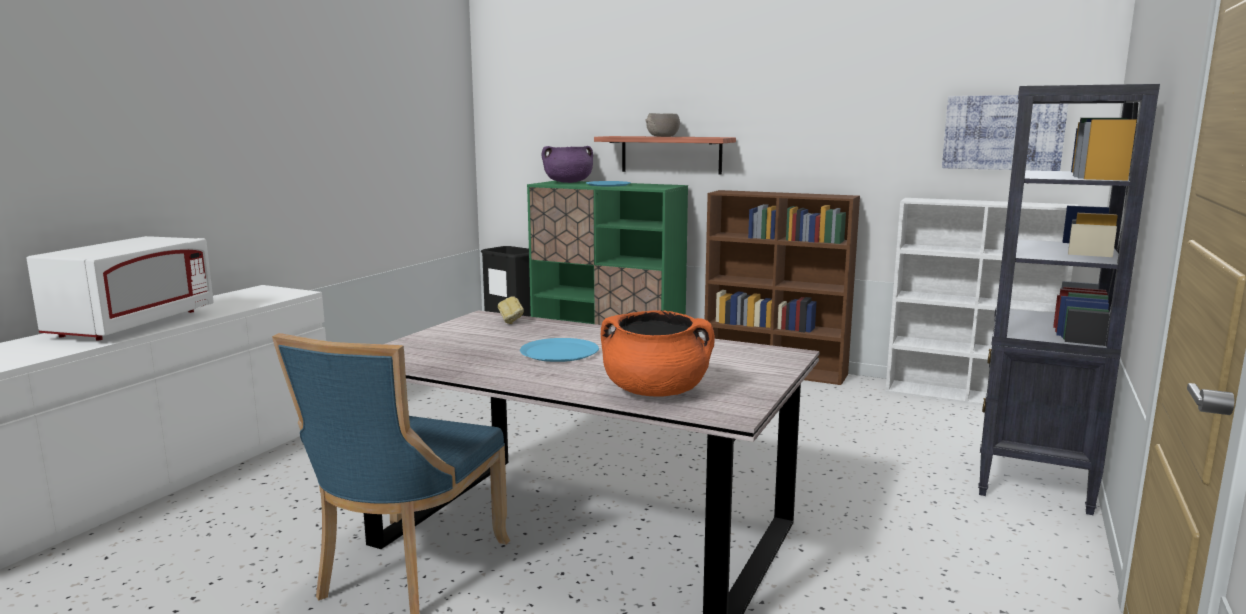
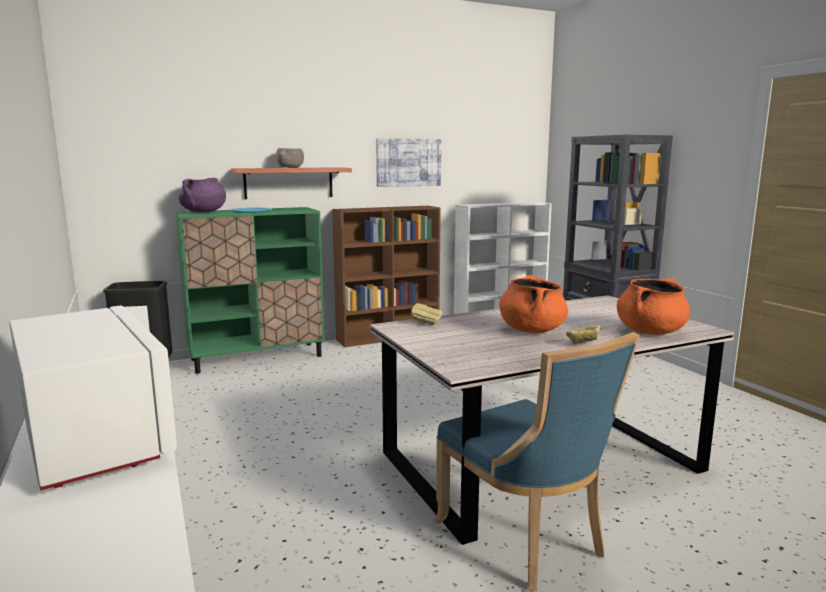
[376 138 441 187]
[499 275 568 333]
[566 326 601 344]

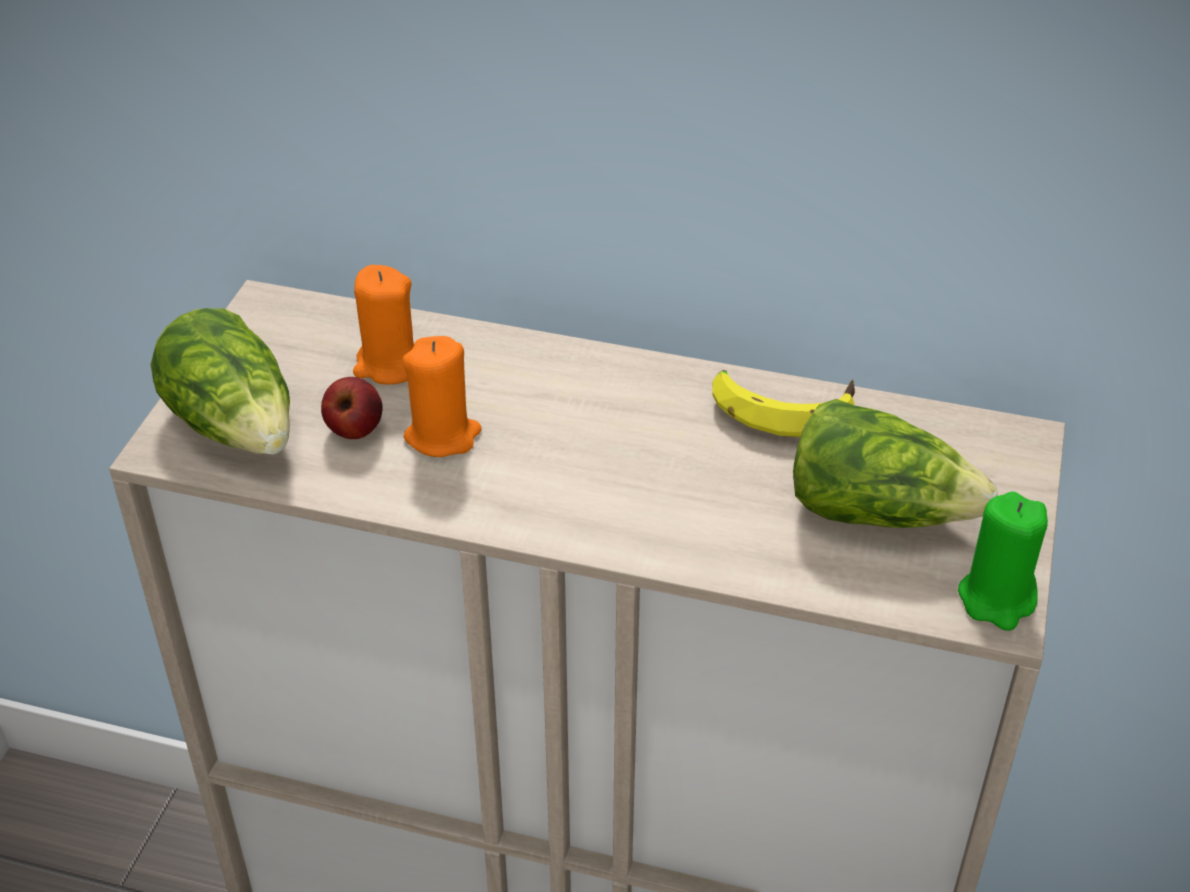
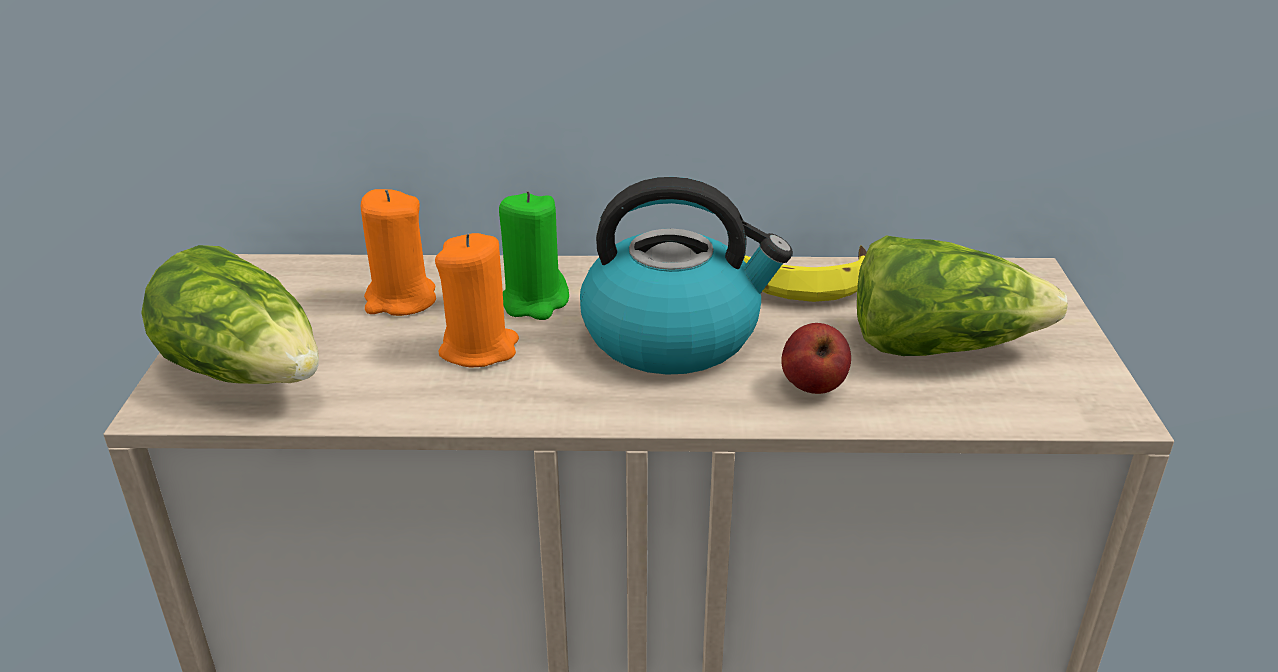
[499 191 569 320]
[580 177 793 375]
[781 323 851 394]

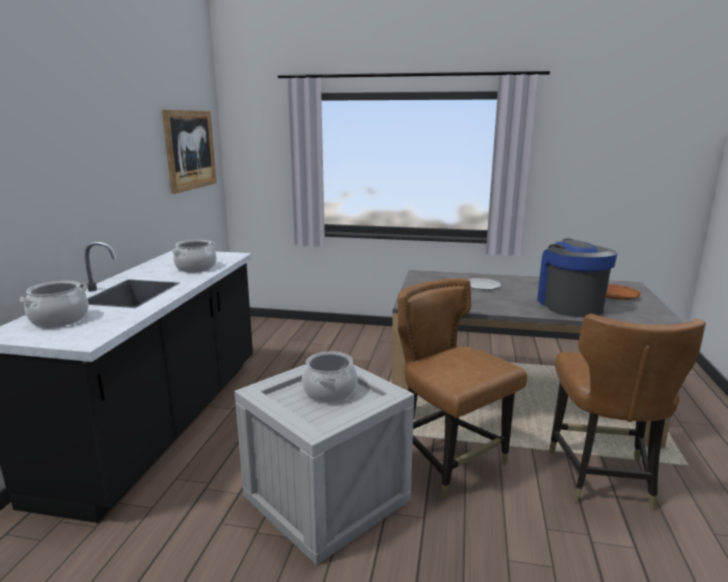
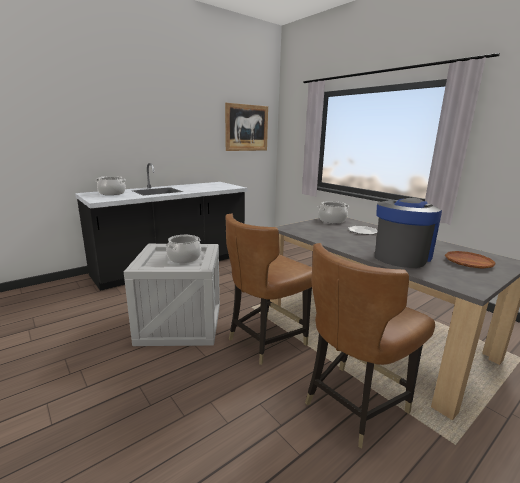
[225 213 312 365]
[318 201 349 223]

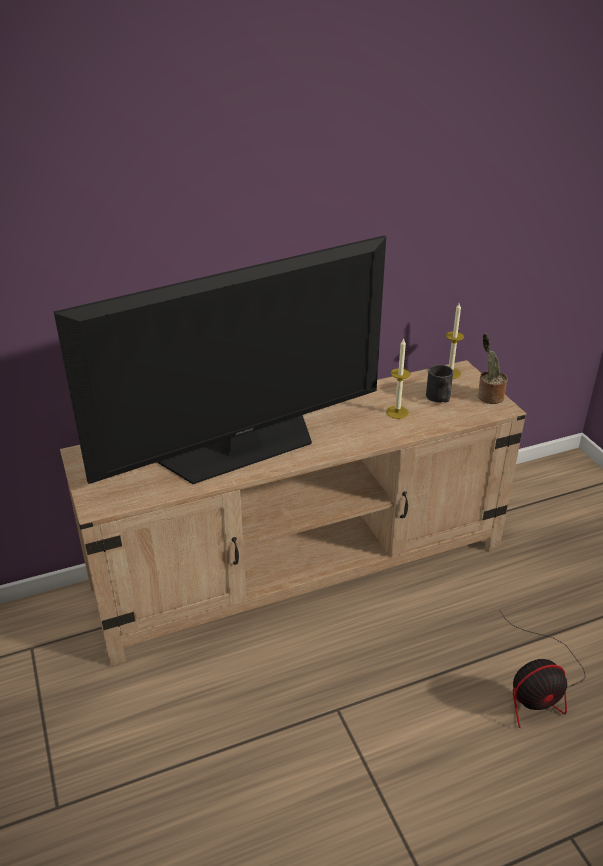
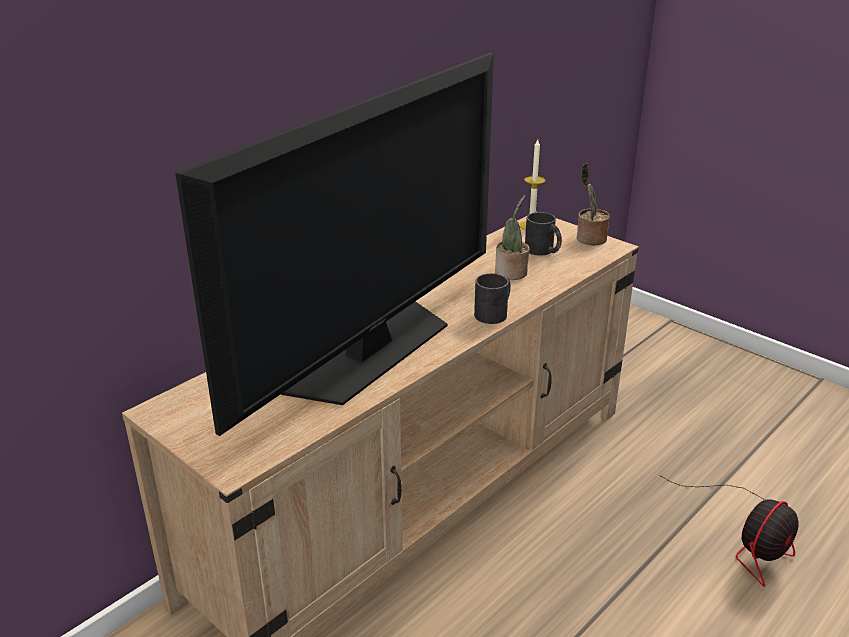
[474 273 511 324]
[495 195 530 280]

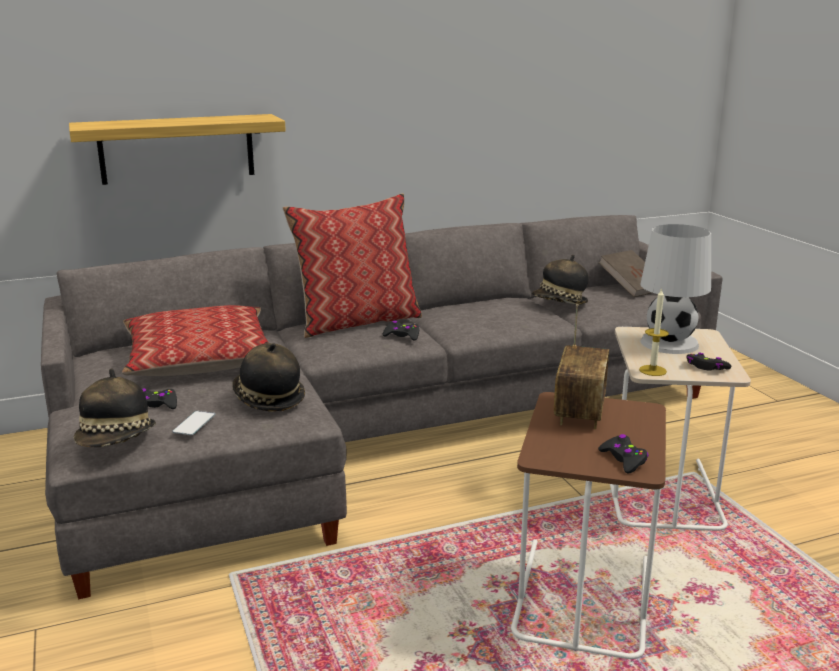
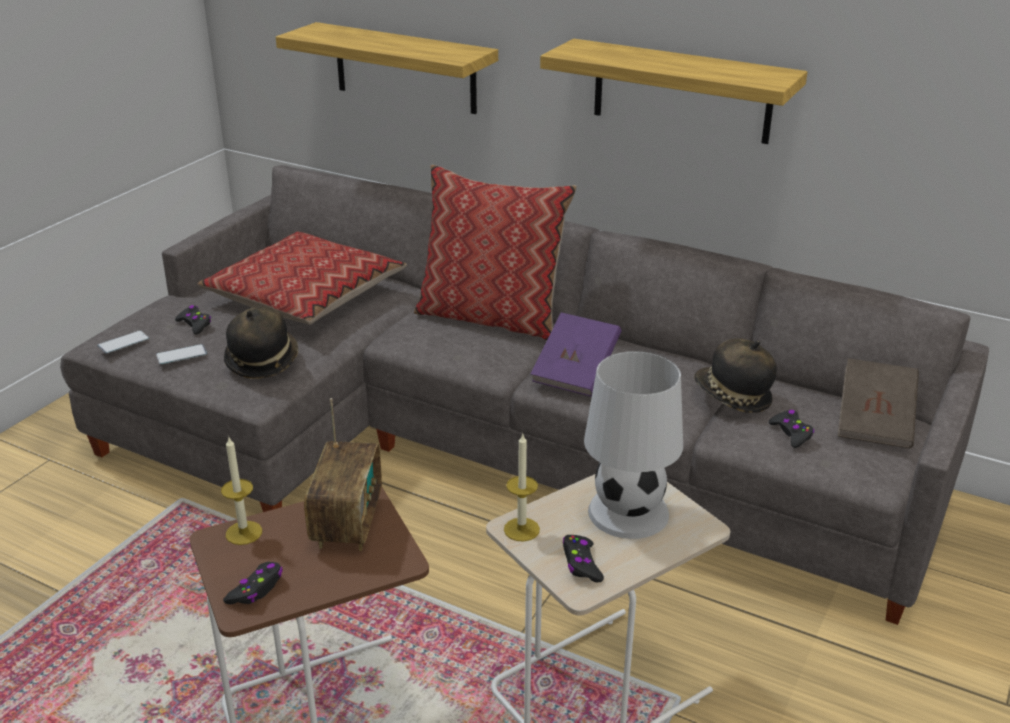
[97 330 149 353]
[221 437 262 545]
[304 398 382 551]
[530 312 621 397]
[540 39 808 144]
[769 410 814 448]

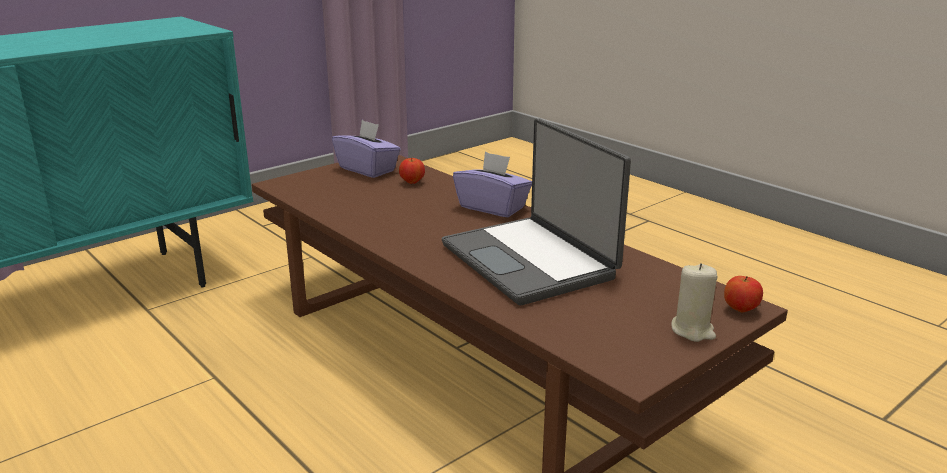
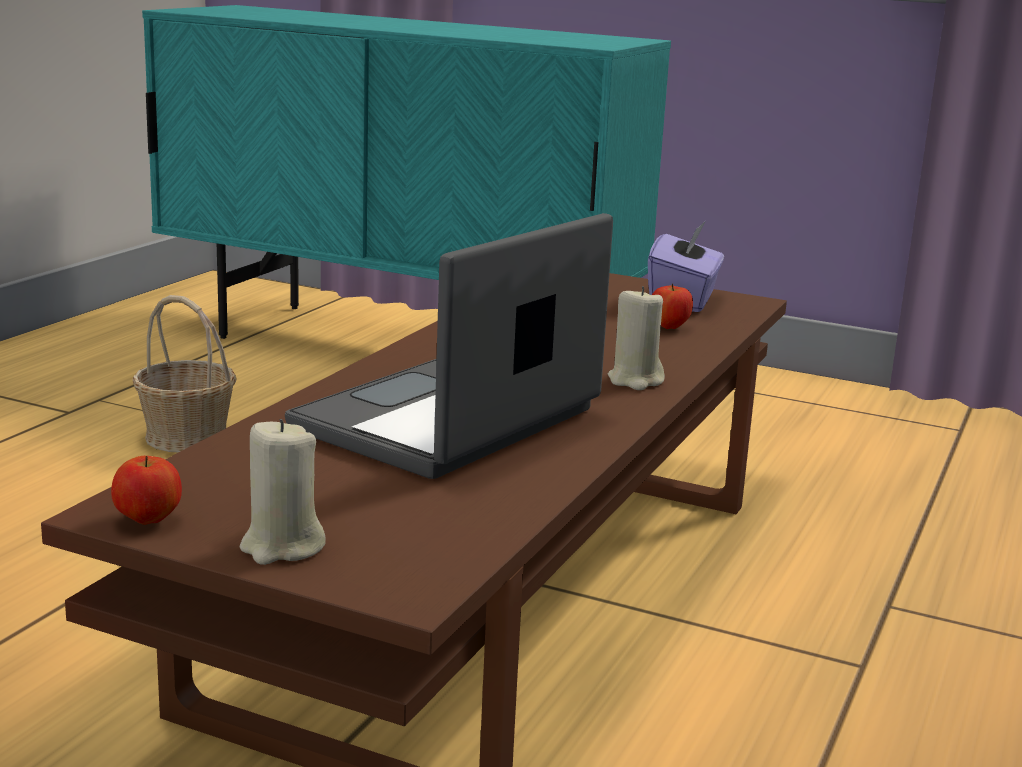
[111 456 182 525]
[133 295 237 452]
[608 286 665 390]

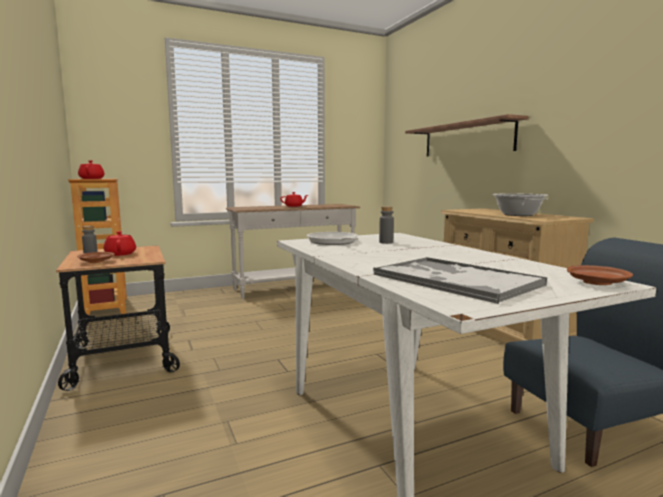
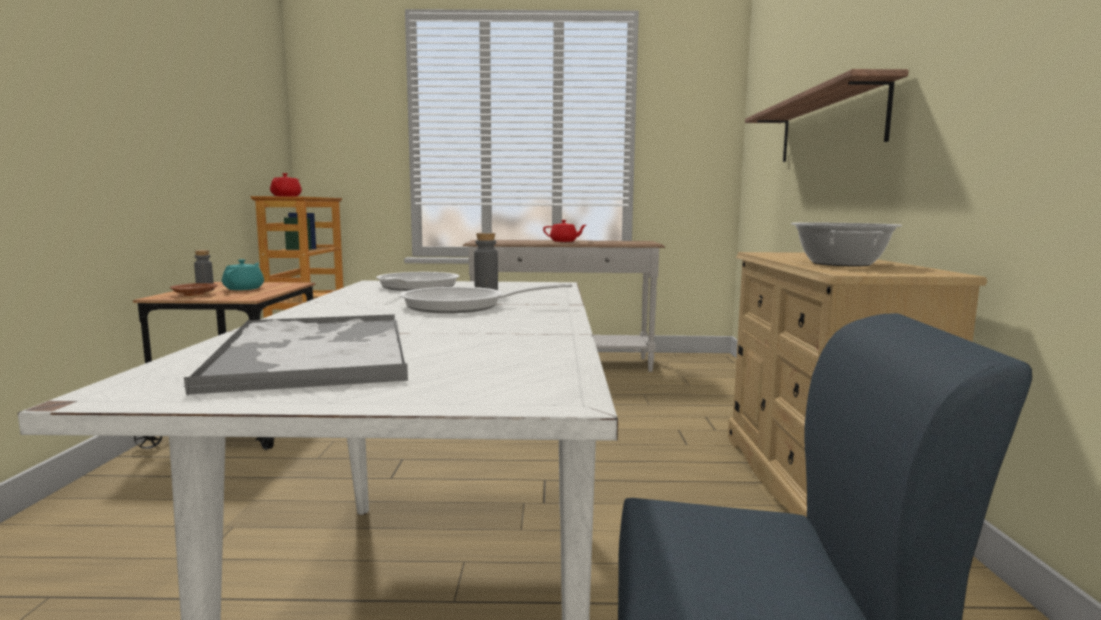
[222 259 264 290]
[400 283 572 313]
[567 265 633 285] (first image)

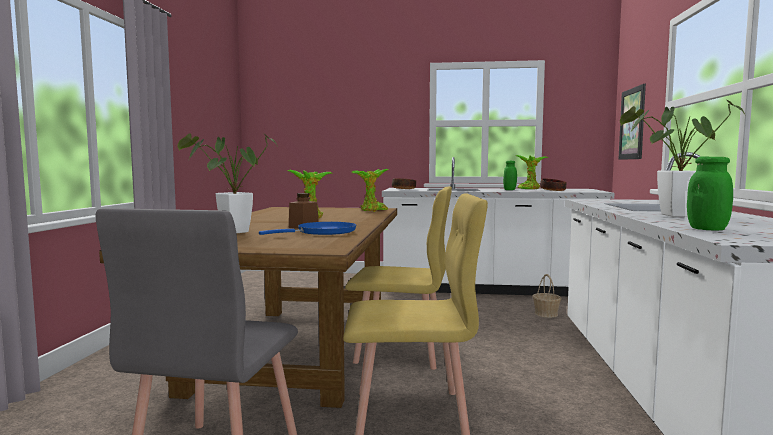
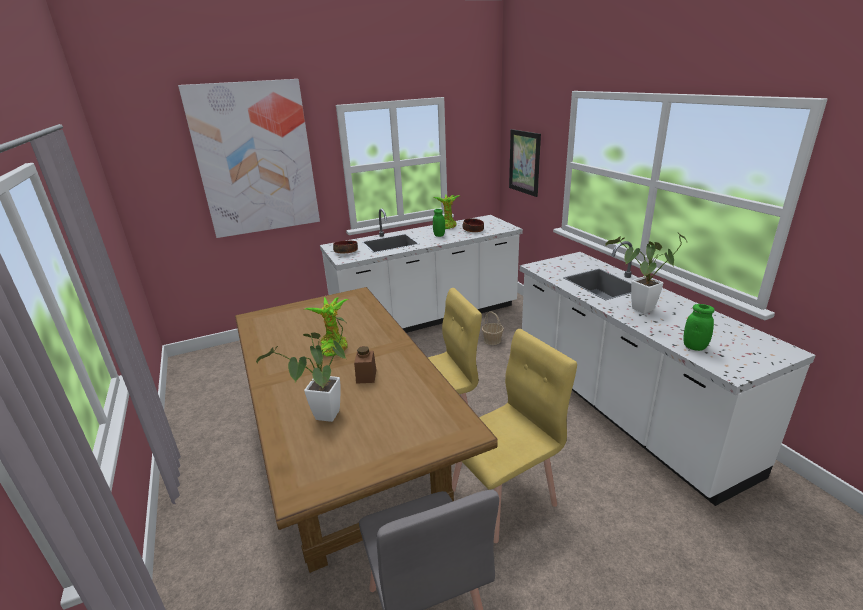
[178 79 320 238]
[259 222 356 235] (first image)
[352 169 388 212] (first image)

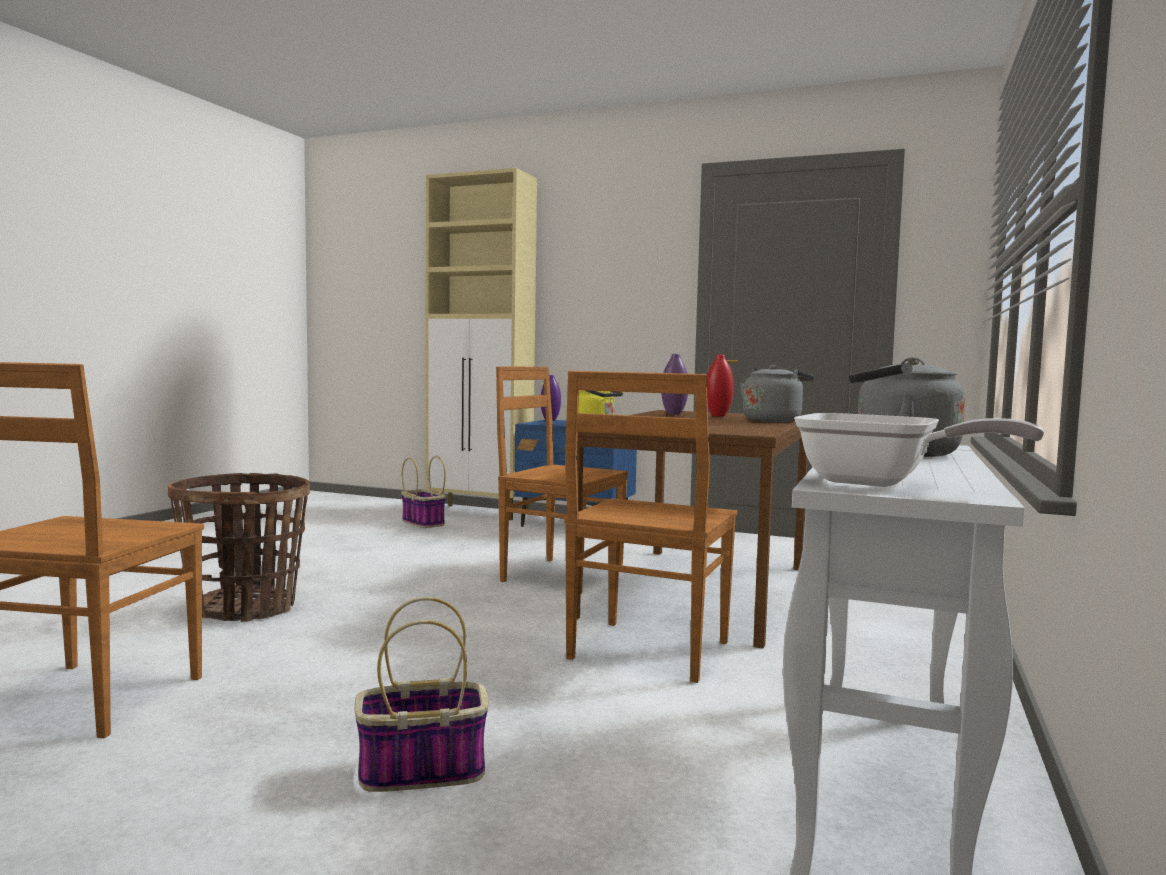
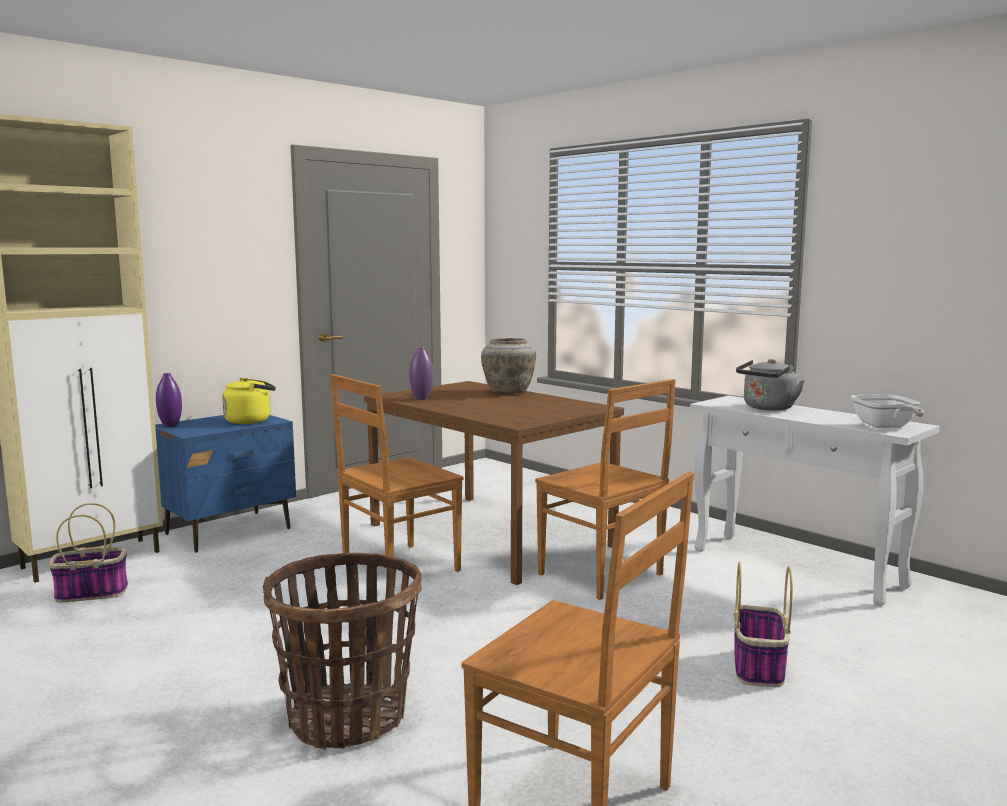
[481 338 536 393]
[851 395 924 428]
[707 355 733 416] (first image)

